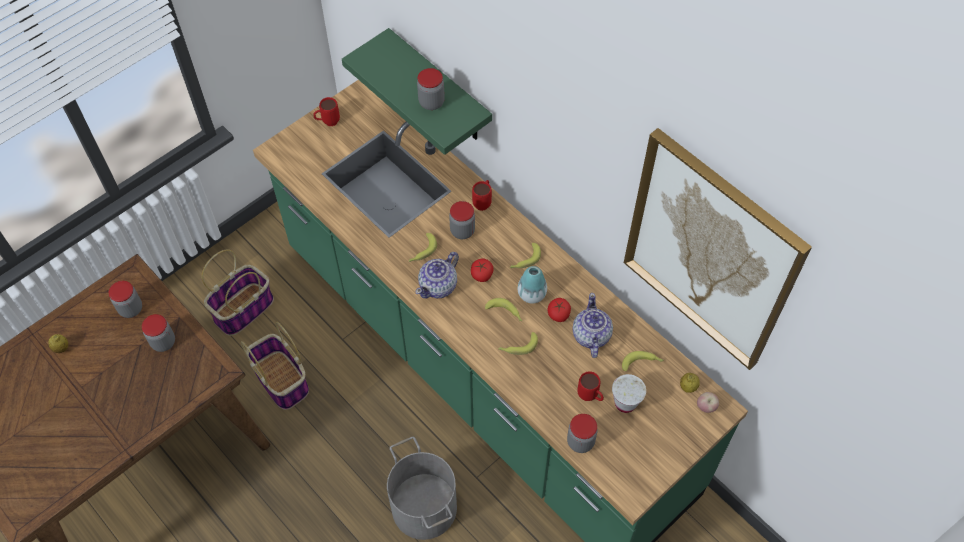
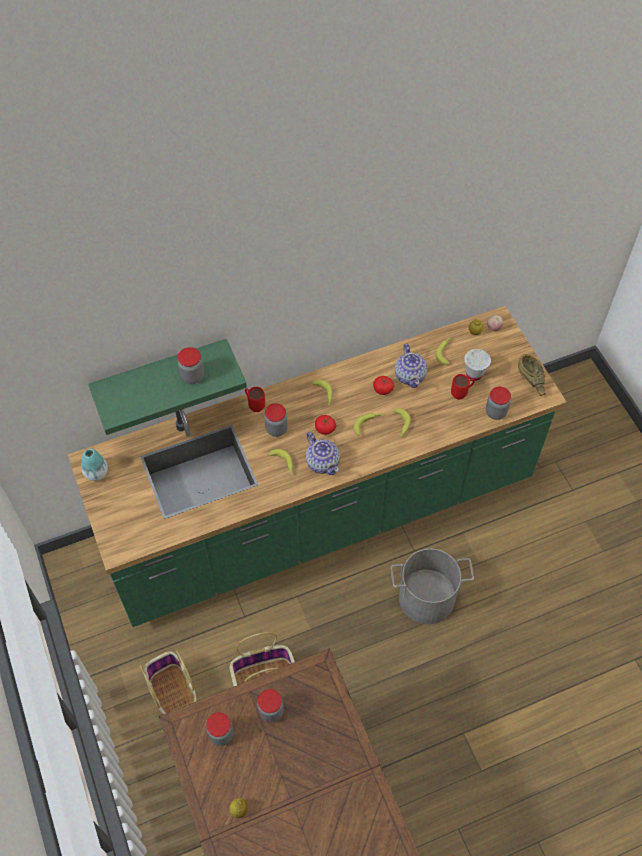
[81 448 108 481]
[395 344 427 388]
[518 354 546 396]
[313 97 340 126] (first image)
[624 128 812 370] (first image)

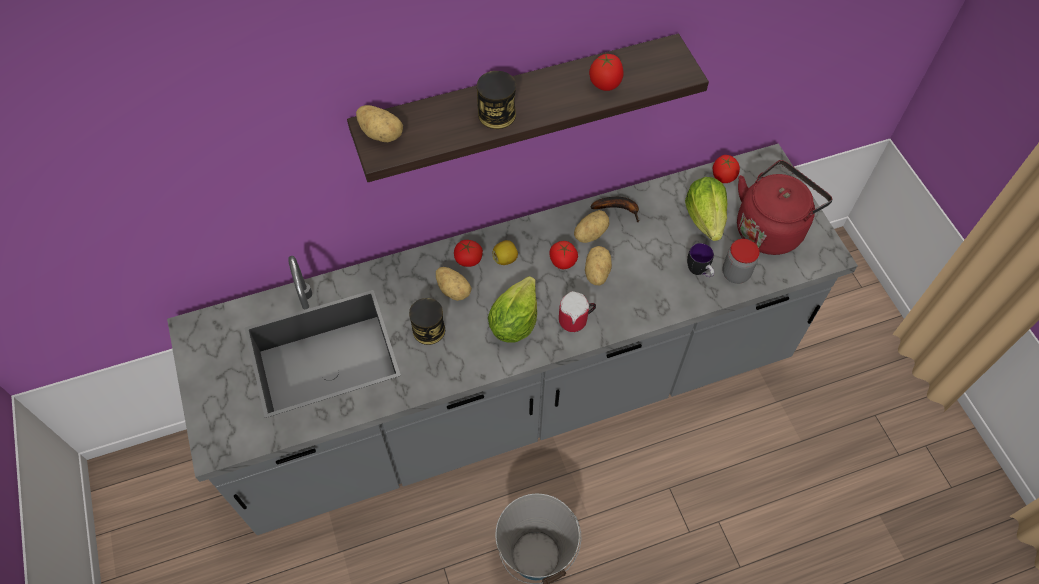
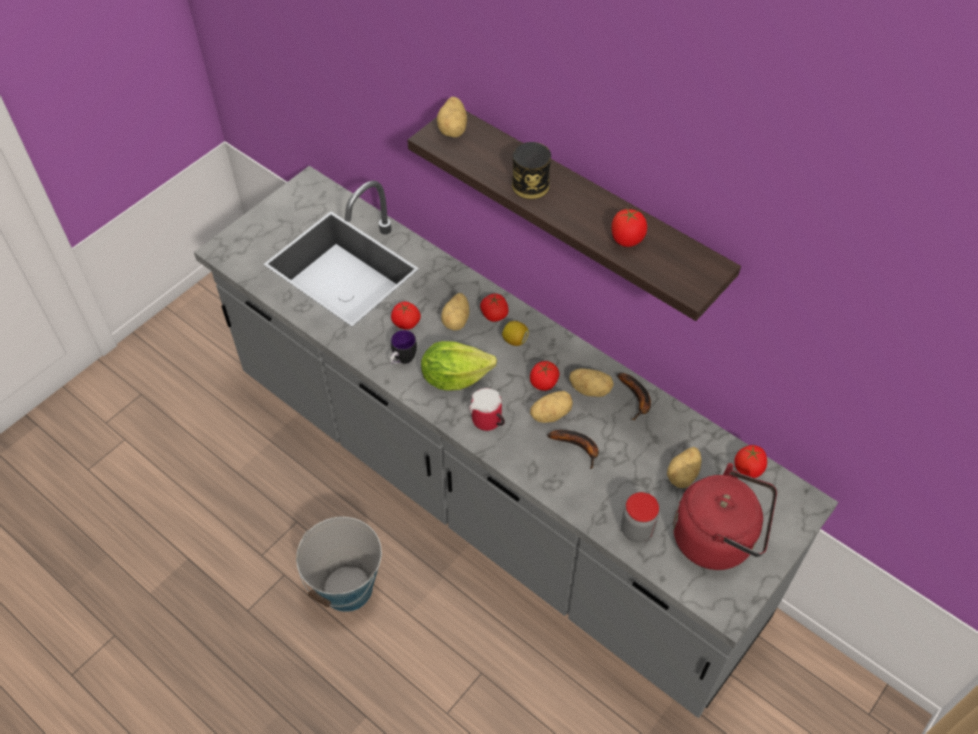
[390 330 417 364]
[391 302 421 330]
[547 430 599 469]
[667 447 702 488]

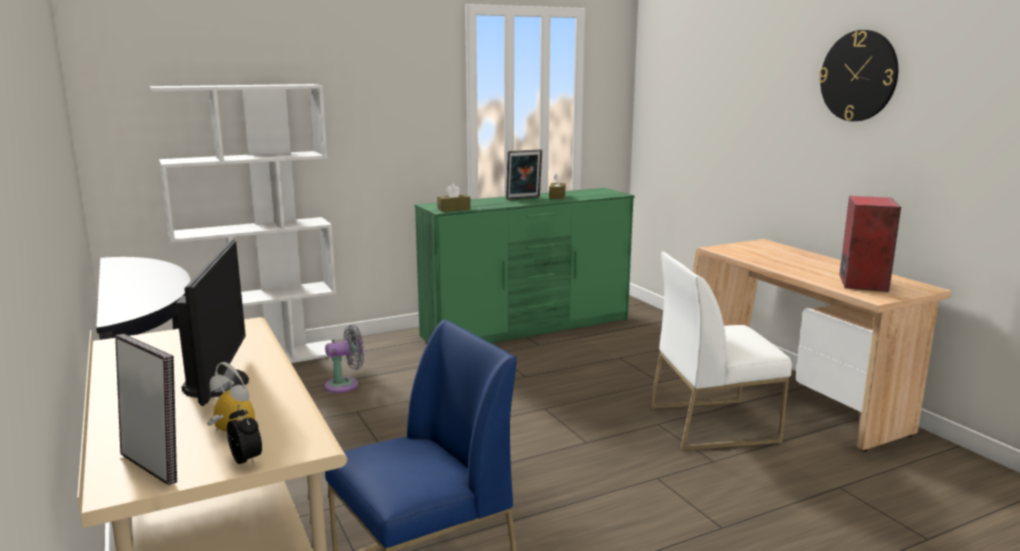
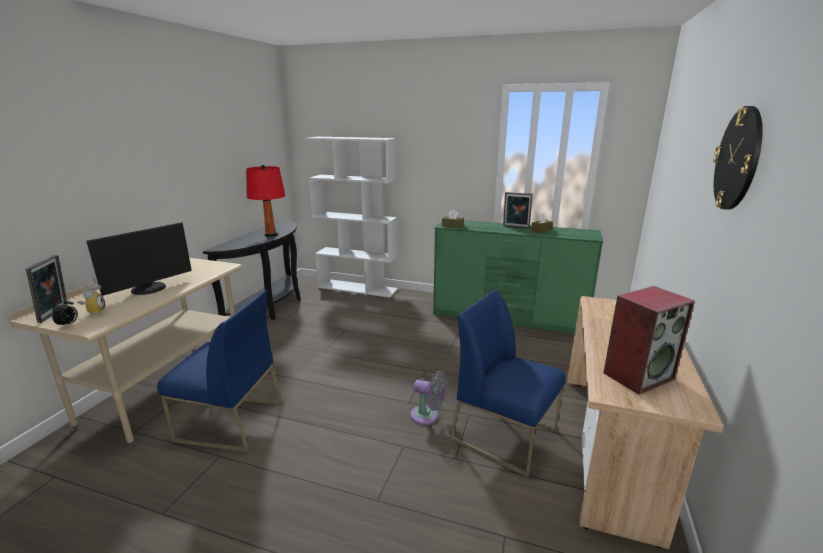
[246 165 286 237]
[410 371 447 425]
[450 289 566 477]

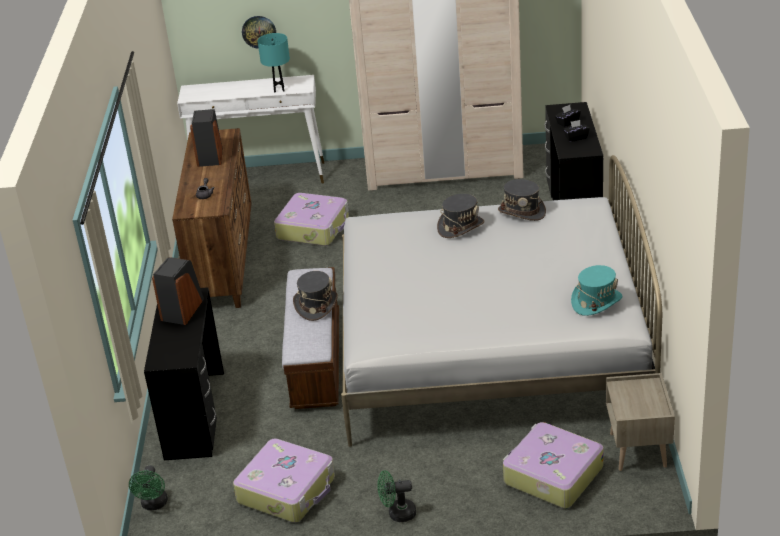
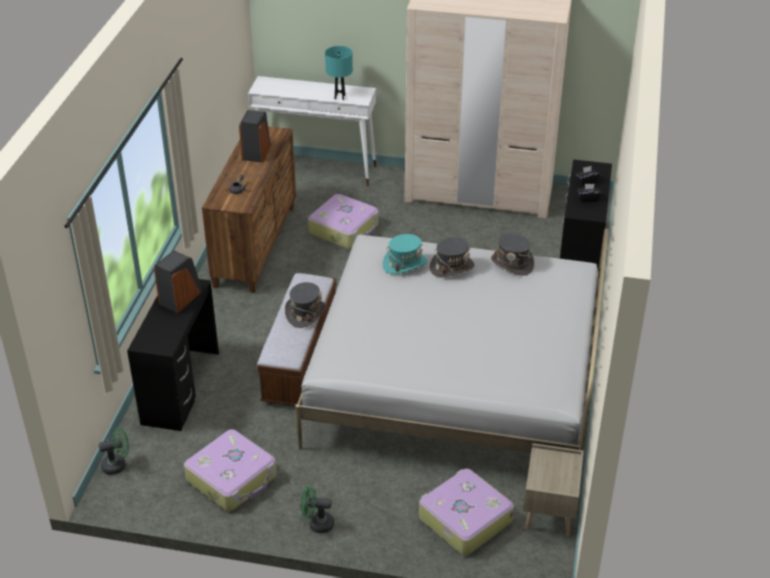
[98 427 129 475]
[383 234 427 274]
[242 16 276 49] (first image)

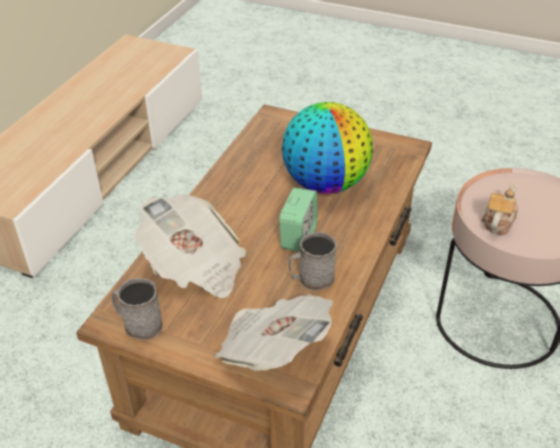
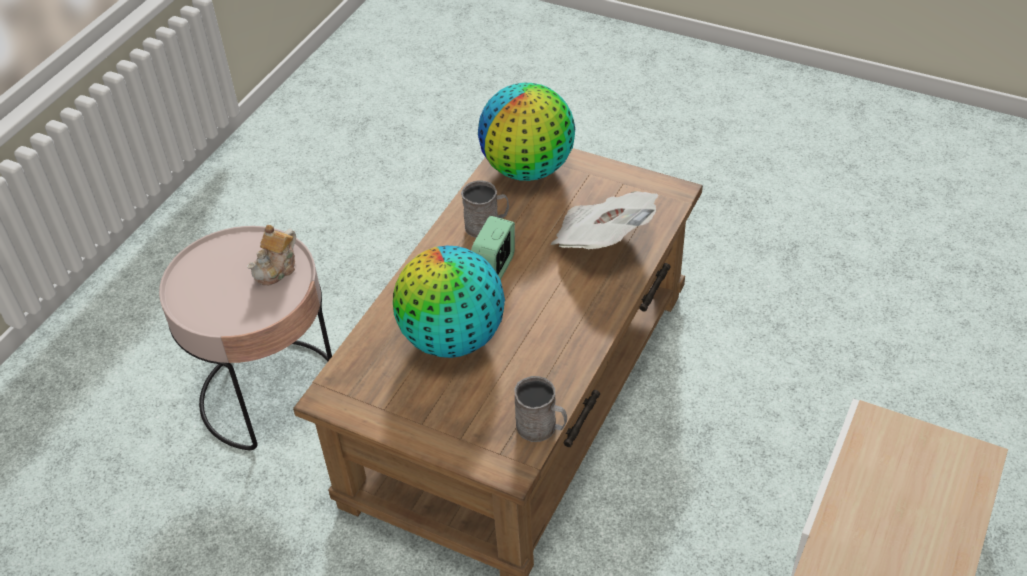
[478 83 575 181]
[514 376 567 442]

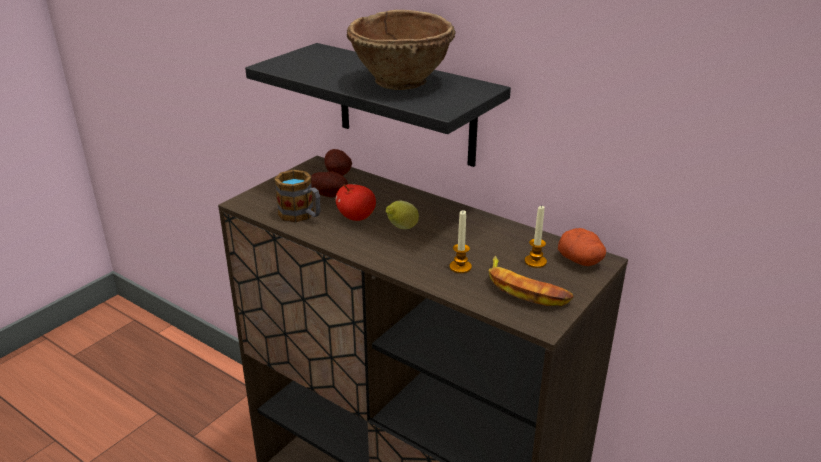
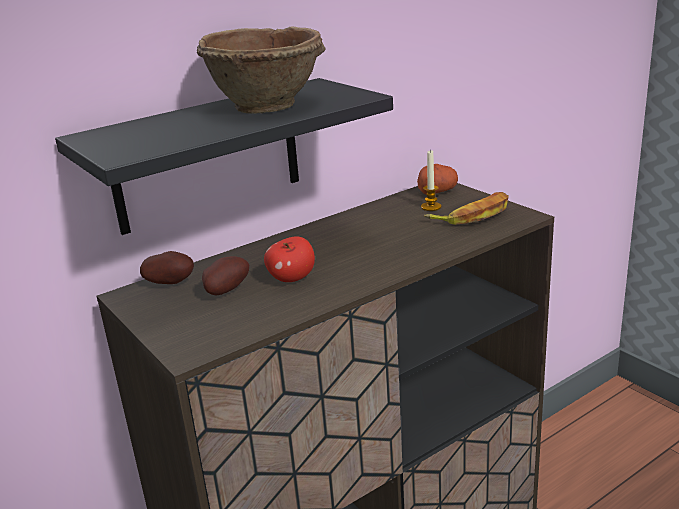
[274 170 320 222] (first image)
[386 201 419 229] (first image)
[450 210 472 273] (first image)

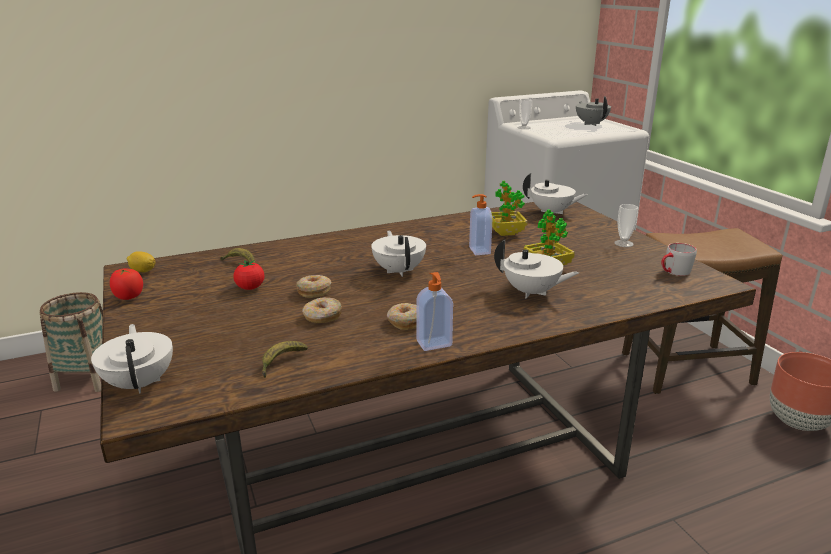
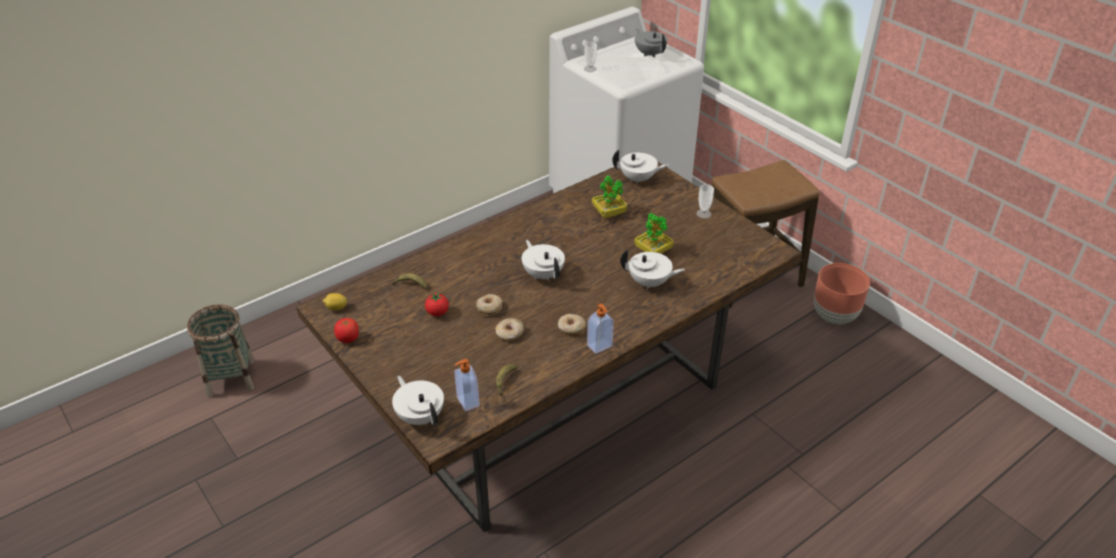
[454 359 480 411]
[661 243 697 276] (first image)

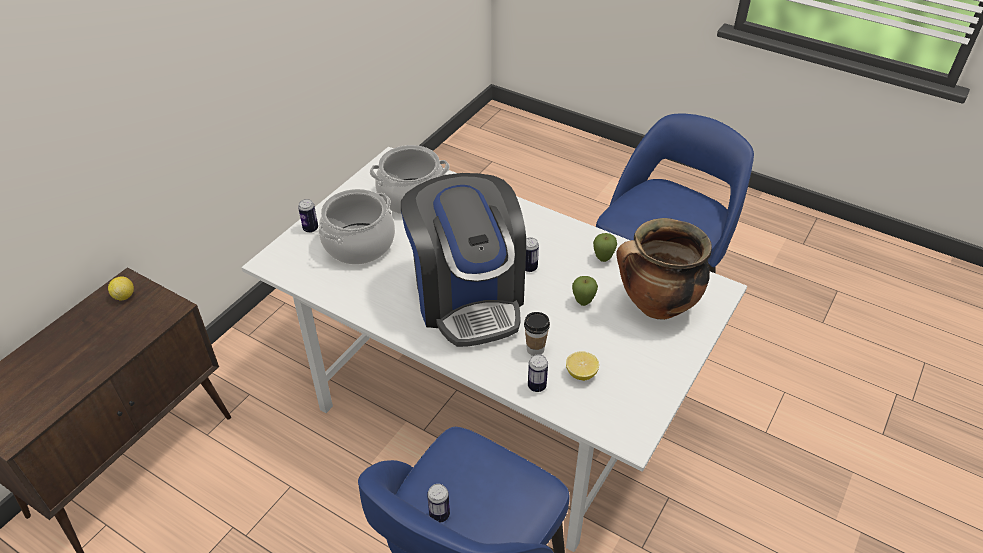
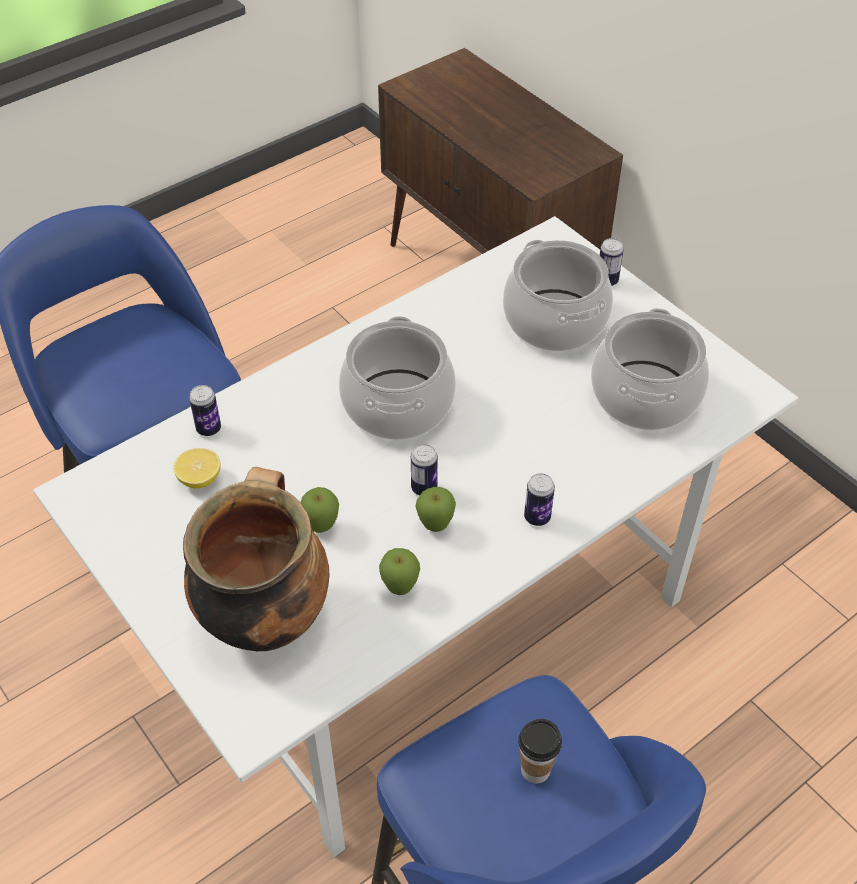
[339 316 456 440]
[415 487 456 532]
[518 719 562 783]
[524 473 555 526]
[108 277 134 300] (first image)

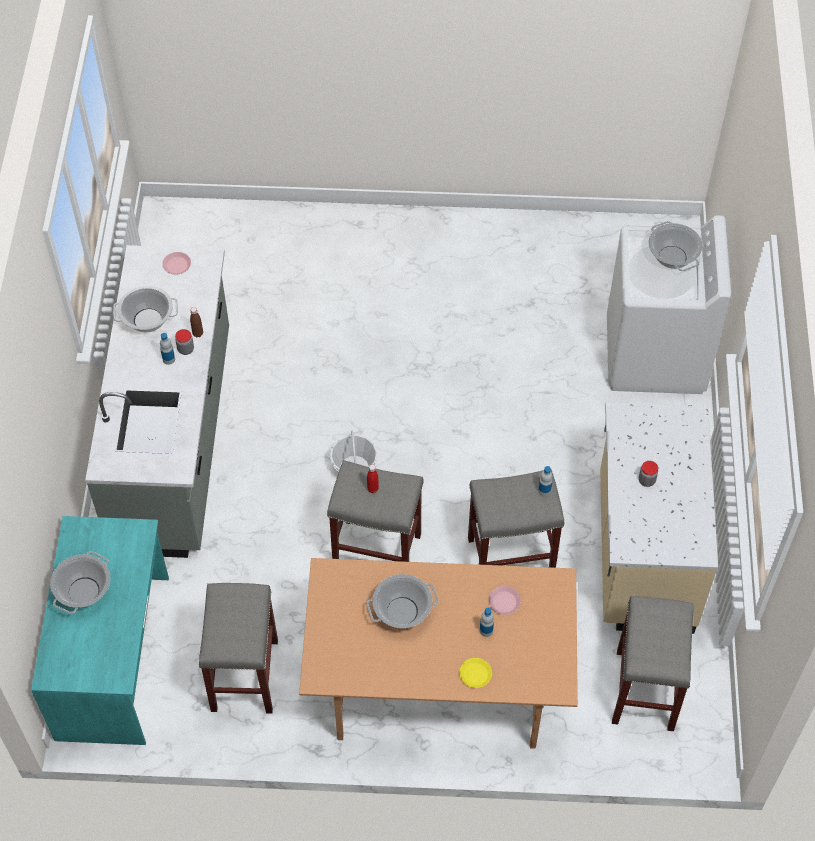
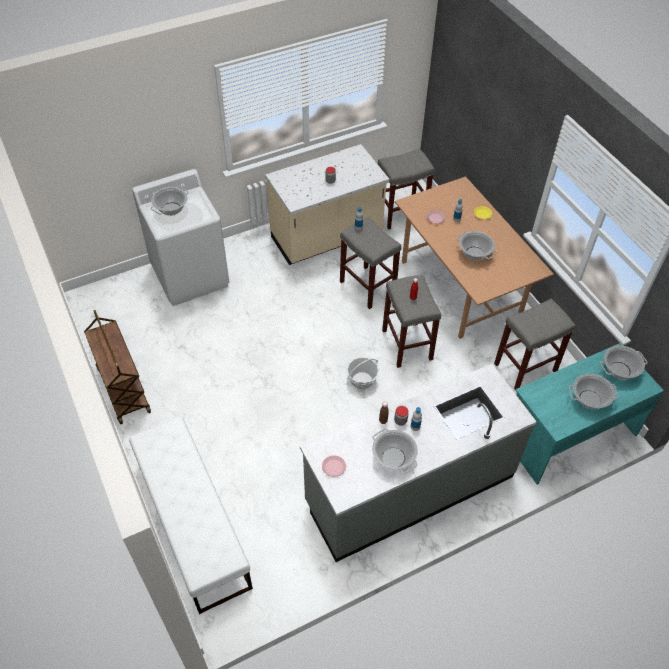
[84 310 151 424]
[129 417 253 614]
[600 346 647 380]

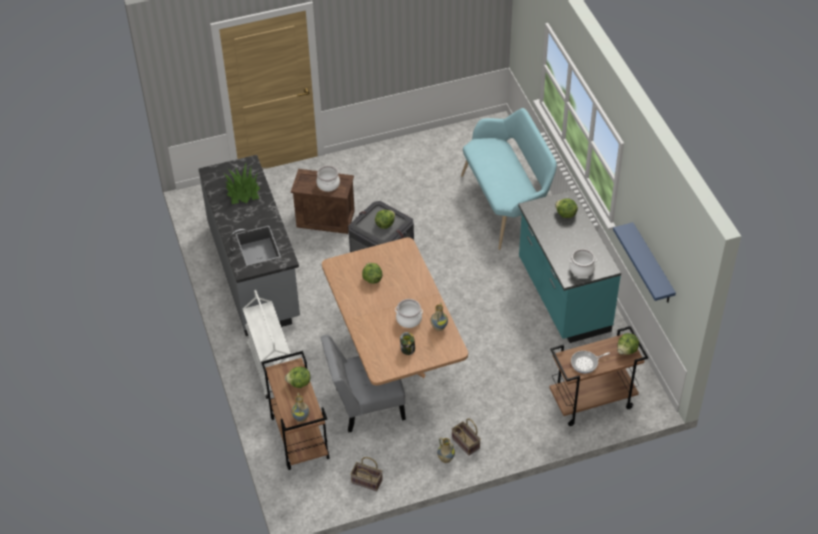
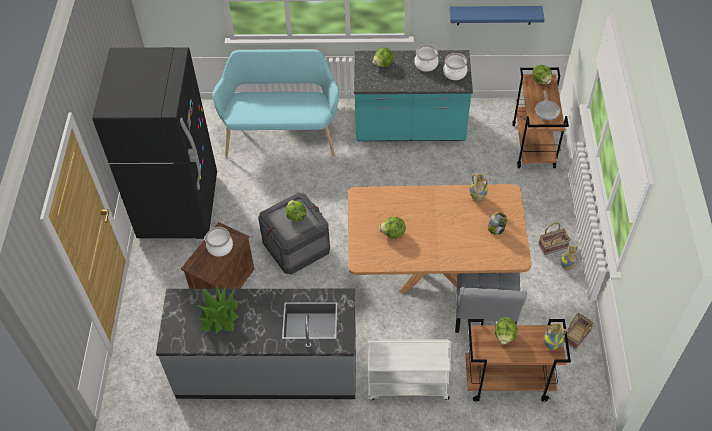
[92 47 217 239]
[414 44 439 72]

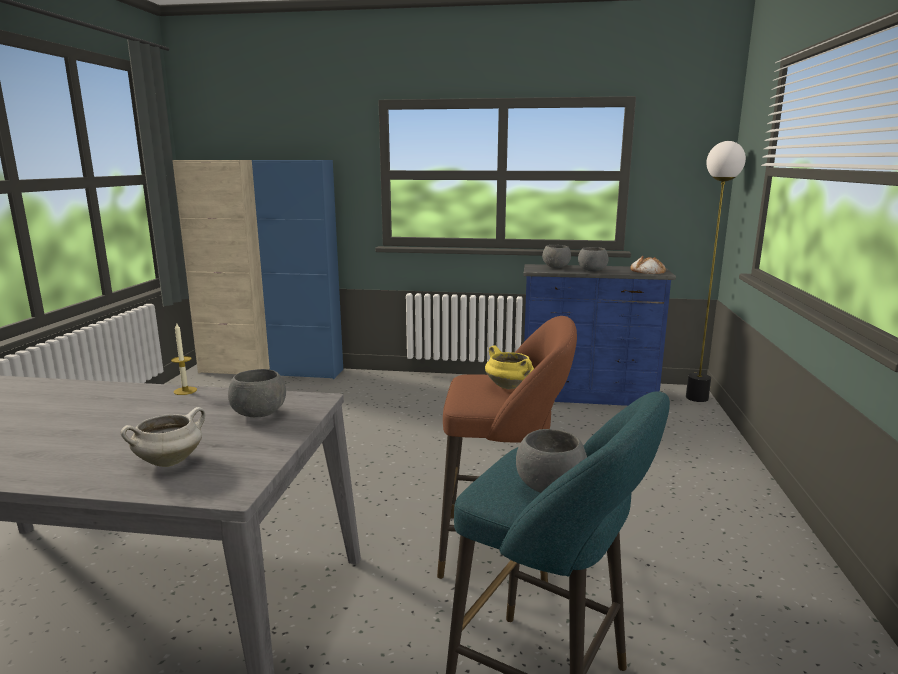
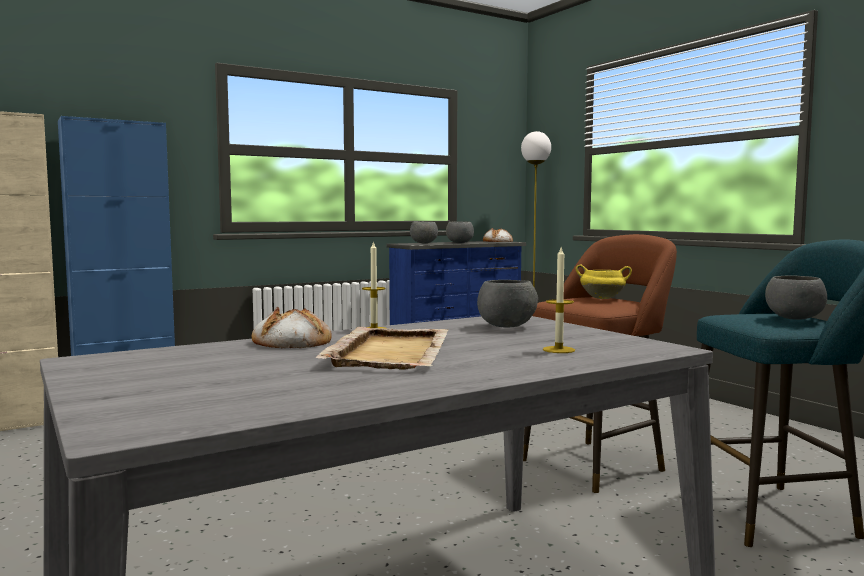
[252 307 331 348]
[316 327 448 370]
[543 248 575 353]

